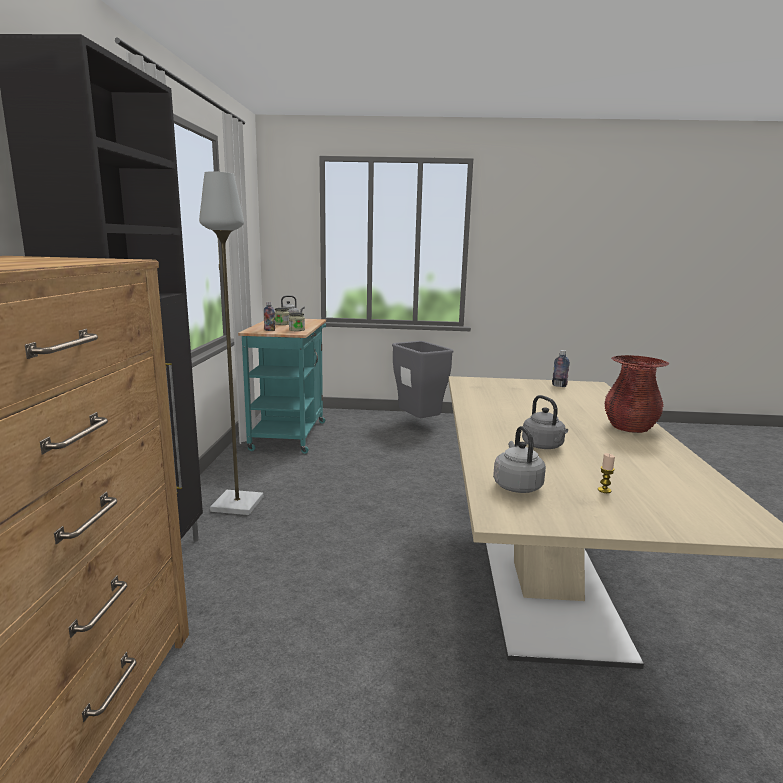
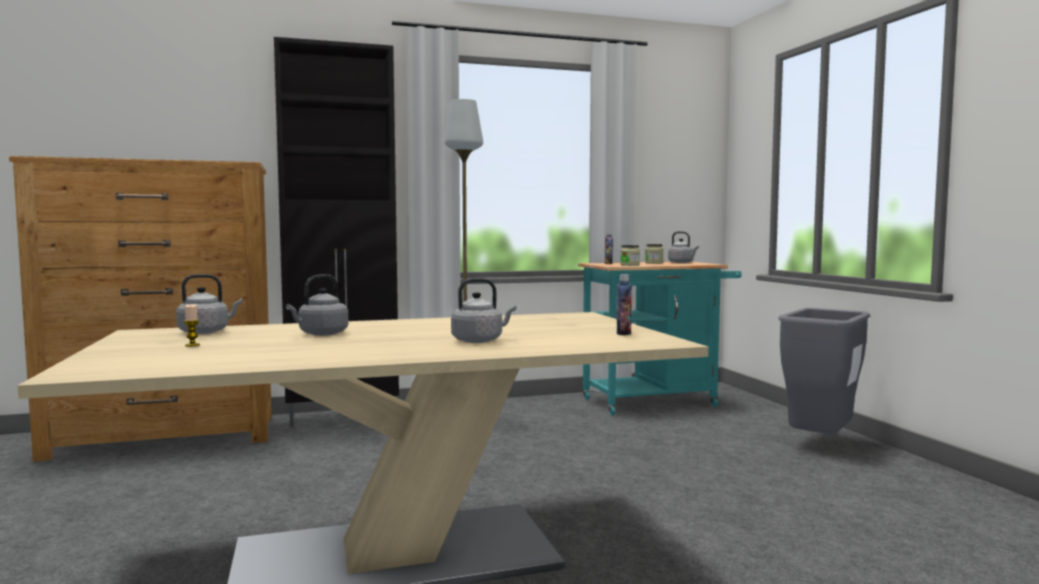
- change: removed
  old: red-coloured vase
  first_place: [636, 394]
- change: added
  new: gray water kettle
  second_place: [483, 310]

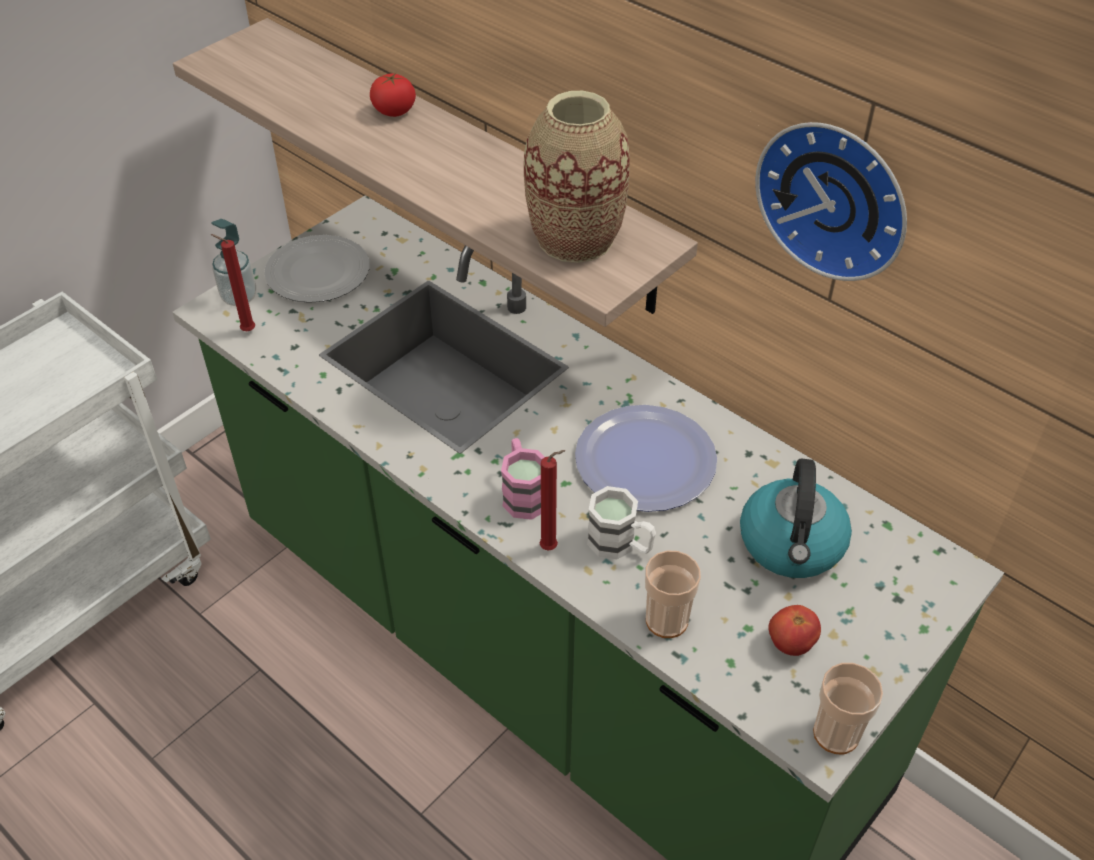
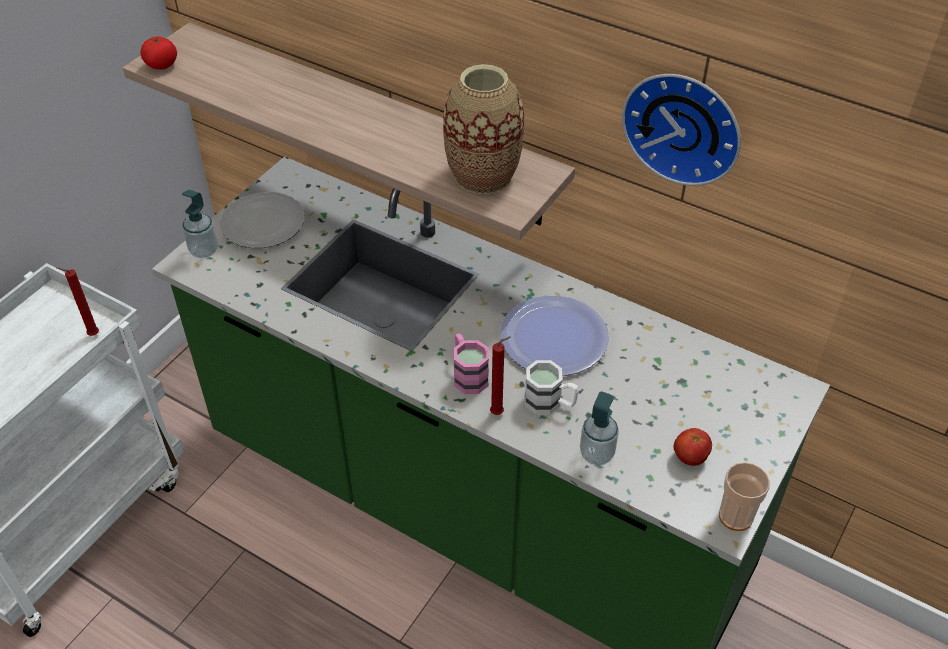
- change: moved
  old: tomato
  first_place: [393, 95]
  second_place: [159, 53]
- change: moved
  old: red-coloured candle
  first_place: [232, 282]
  second_place: [78, 301]
- change: removed
  old: water kettle
  first_place: [796, 518]
- change: replaced
  old: cup
  new: liquid soap bottle
  first_place: [673, 594]
  second_place: [599, 428]

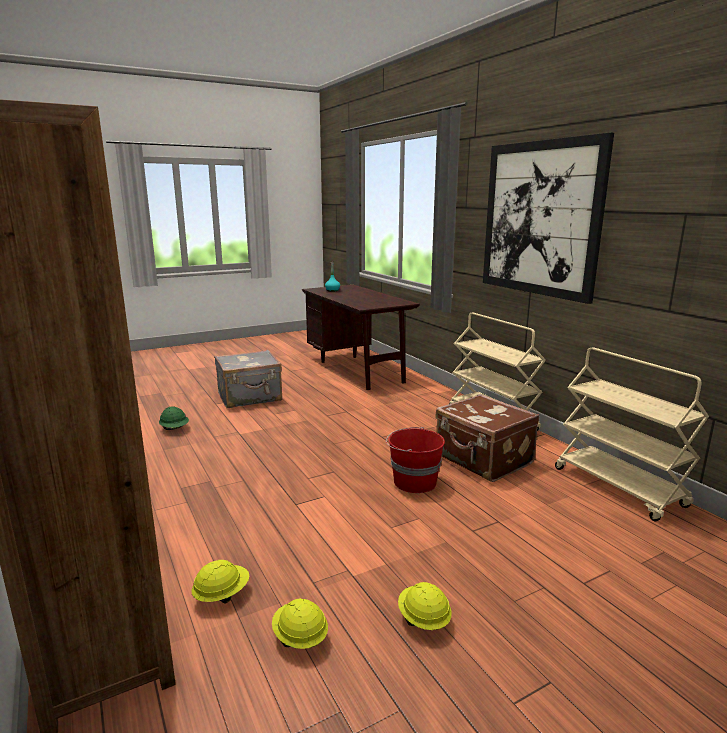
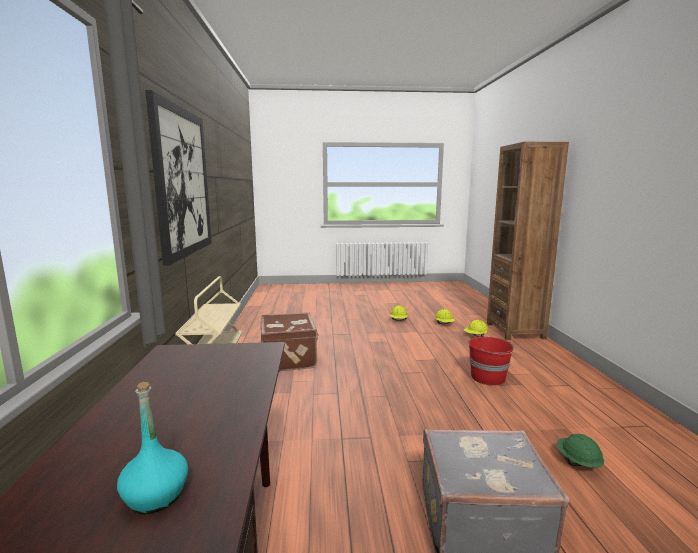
- change: removed
  old: beige trolley
  first_place: [632, 434]
- change: moved
  old: red-coloured water bucket
  first_place: [415, 460]
  second_place: [492, 361]

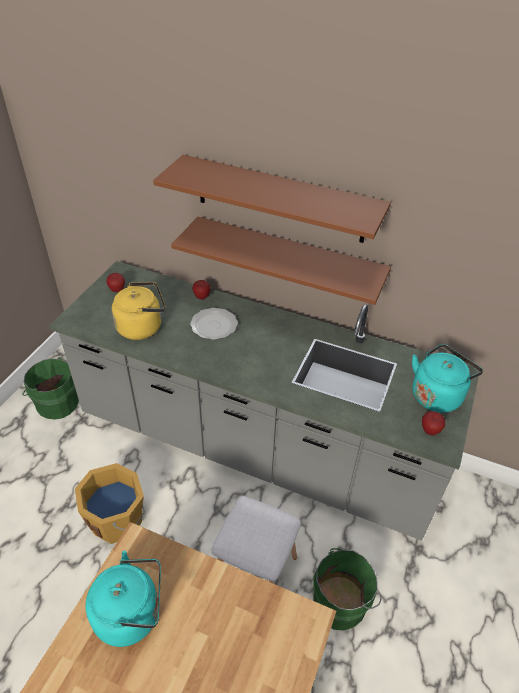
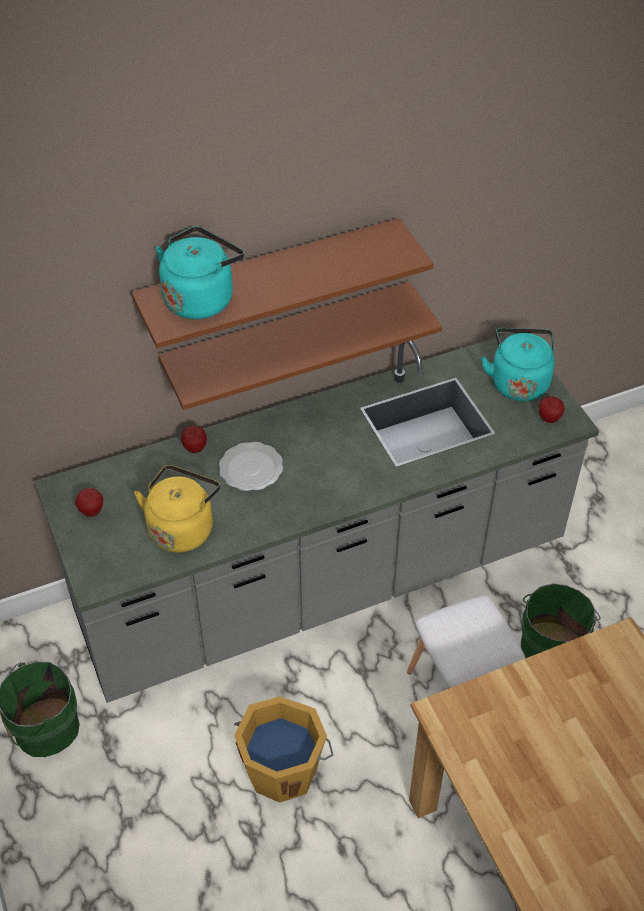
- change: moved
  old: blue-green water kettle
  first_place: [123, 599]
  second_place: [200, 272]

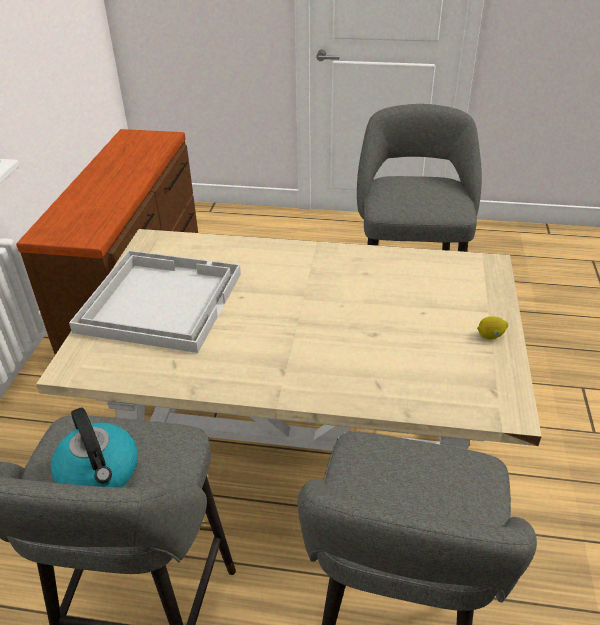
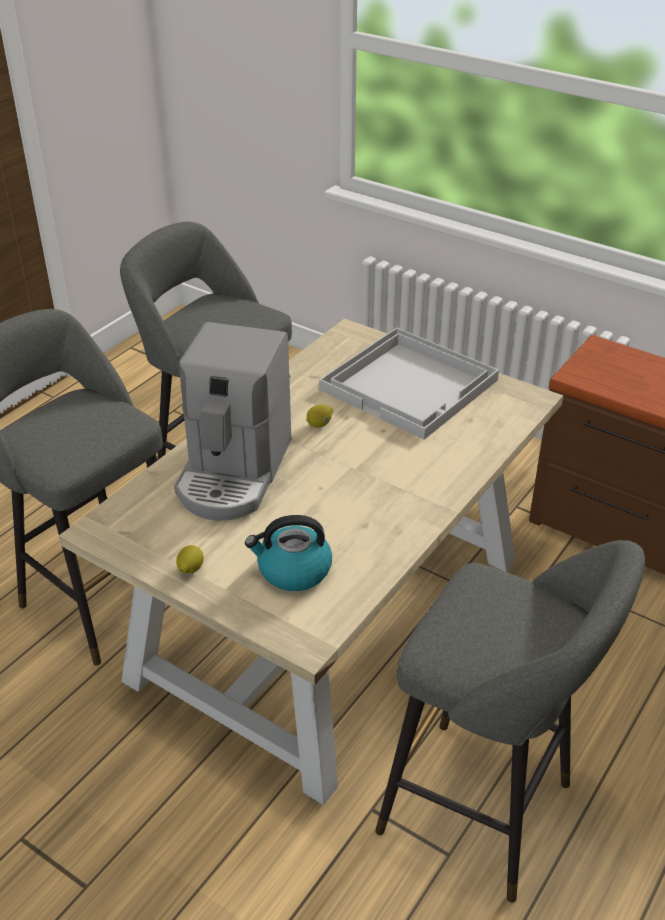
- change: moved
  old: water kettle
  first_place: [94, 447]
  second_place: [288, 553]
- change: added
  new: coffee brewer
  second_place: [232, 421]
- change: added
  new: citrus fruit
  second_place: [319, 416]

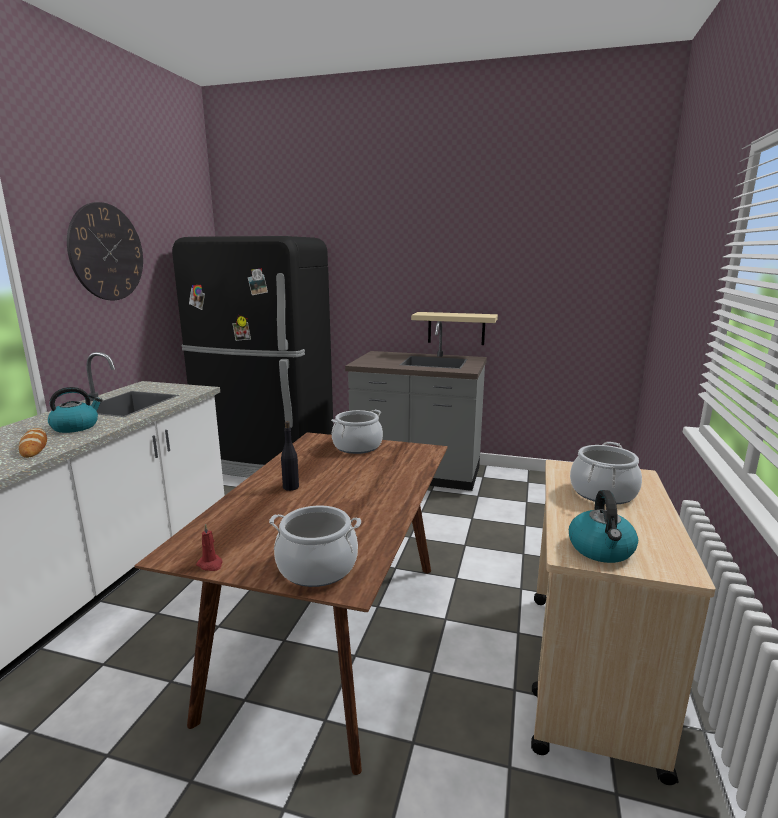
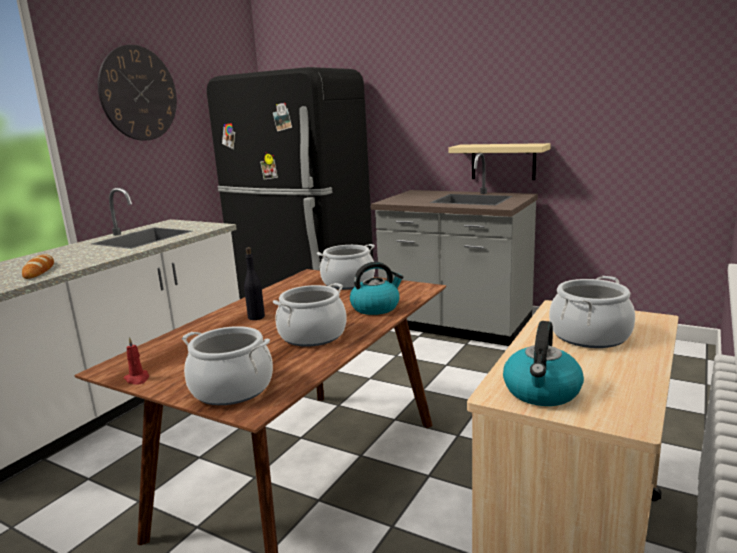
- change: moved
  old: water kettle
  first_place: [75, 410]
  second_place: [377, 288]
- change: added
  new: stockpot
  second_place: [310, 315]

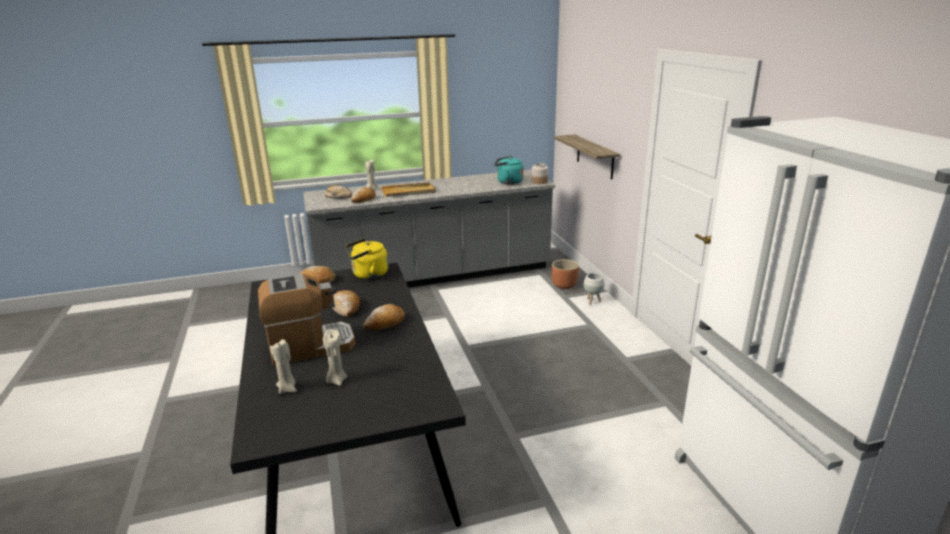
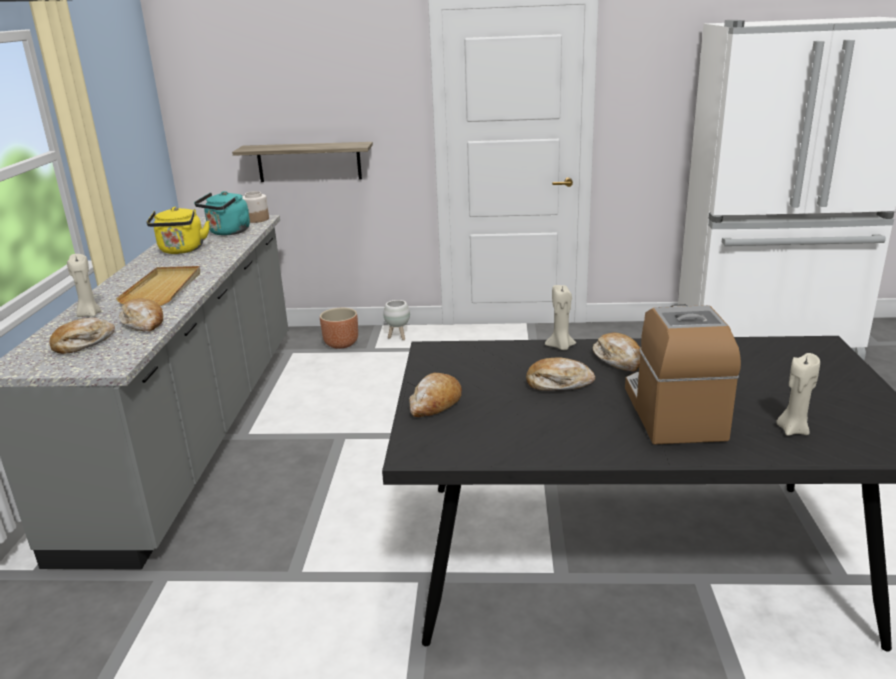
- change: moved
  old: yellow-coloured water kettle
  first_place: [366, 259]
  second_place: [178, 230]
- change: moved
  old: beige candle
  first_place: [335, 357]
  second_place: [560, 317]

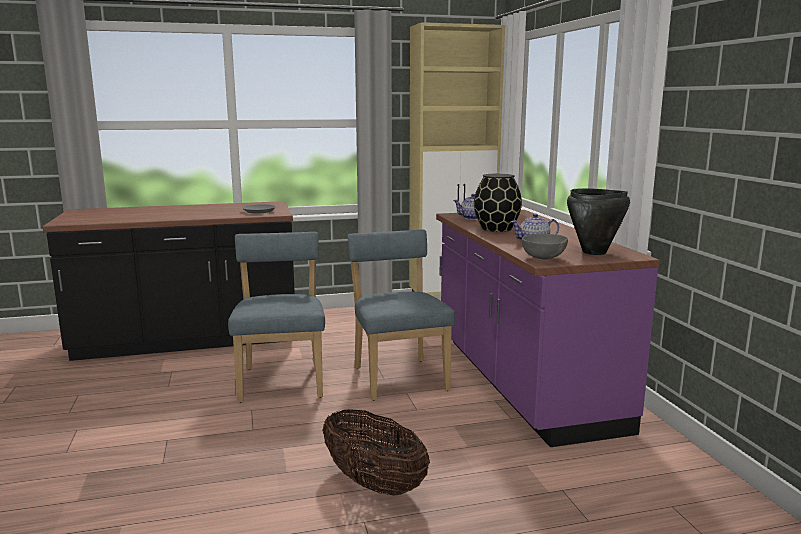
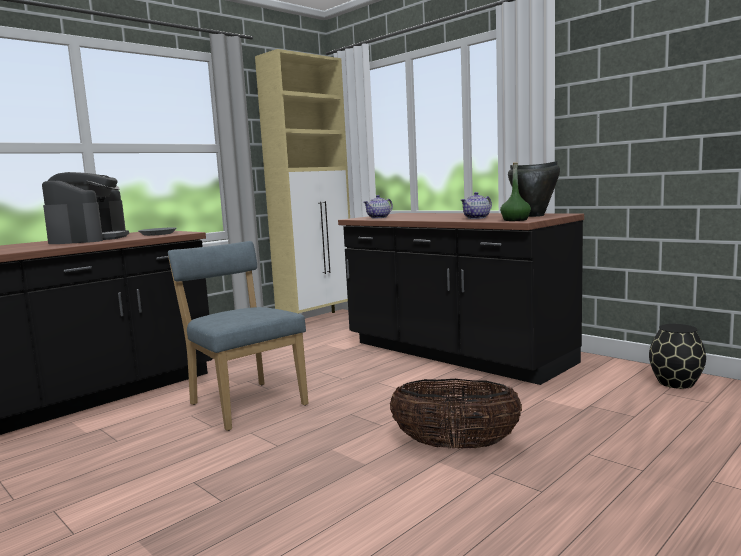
- change: moved
  old: blackish vase
  first_place: [498, 203]
  second_place: [677, 356]
- change: recoloured
  old: purple-coloured kitchen counter
  new: blackish kitchen counter
  first_place: [548, 328]
  second_place: [461, 299]
- change: removed
  old: bluish plain chair
  first_place: [401, 315]
- change: replaced
  old: gray serving bowl
  new: green beverage bottle
  first_place: [545, 246]
  second_place: [515, 191]
- change: added
  new: coffee brewer
  second_place: [85, 208]

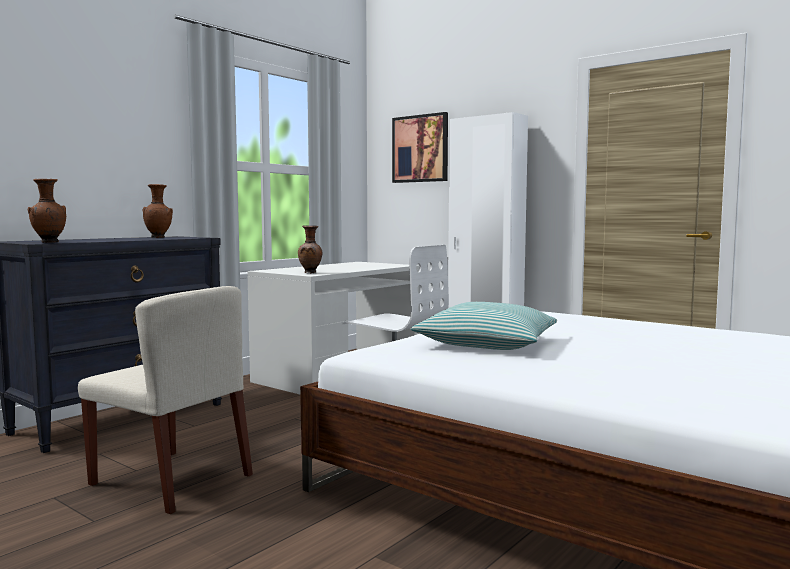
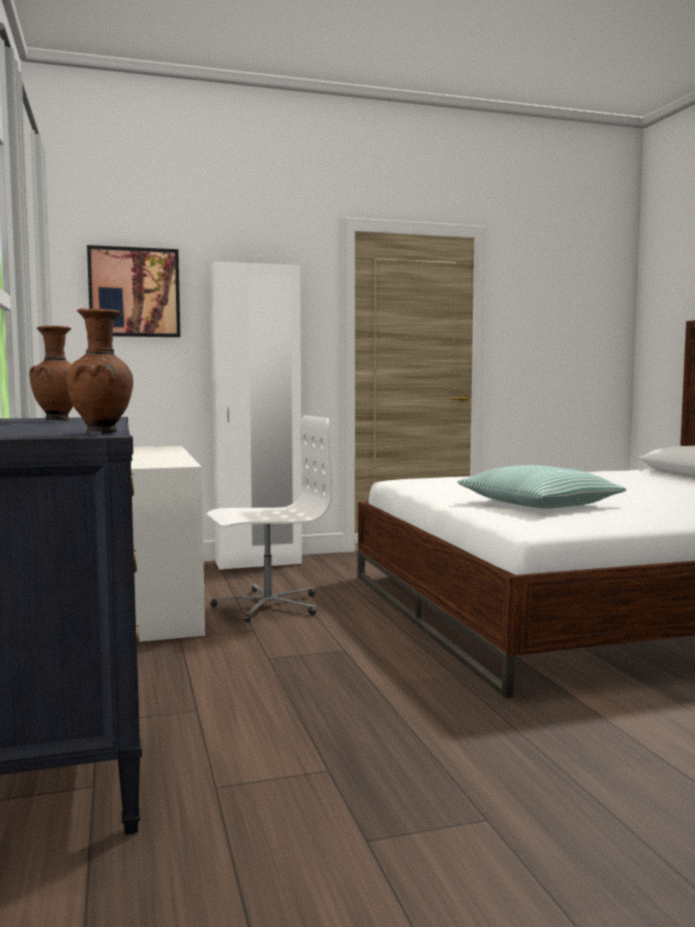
- change: removed
  old: brown vase
  first_place: [310, 249]
- change: removed
  old: beige plain chair
  first_place: [165, 400]

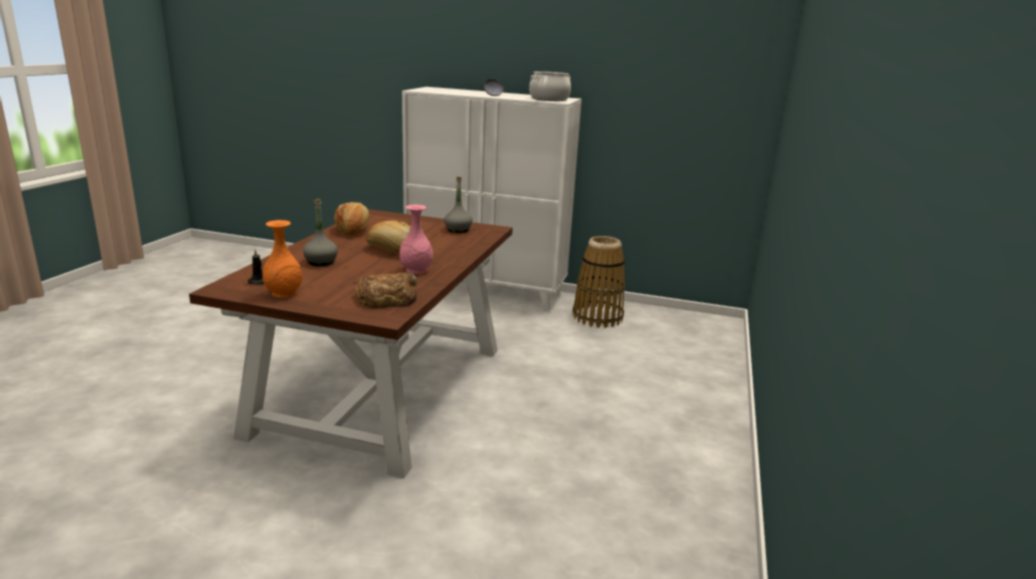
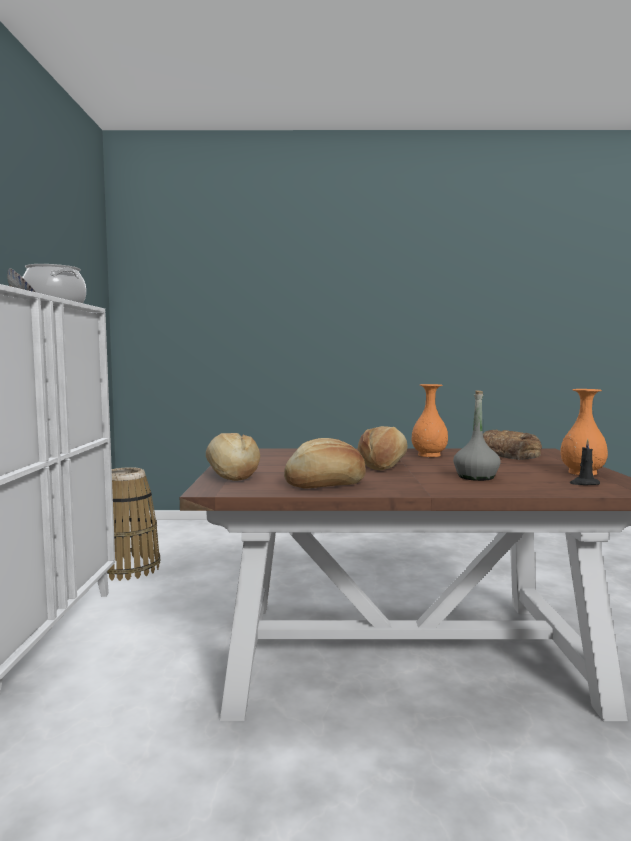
- change: removed
  old: gray beverage bottle
  first_place: [458, 204]
- change: recoloured
  old: pink vase
  new: orangey vase
  first_place: [416, 239]
  second_place: [430, 420]
- change: added
  new: bread
  second_place: [233, 457]

